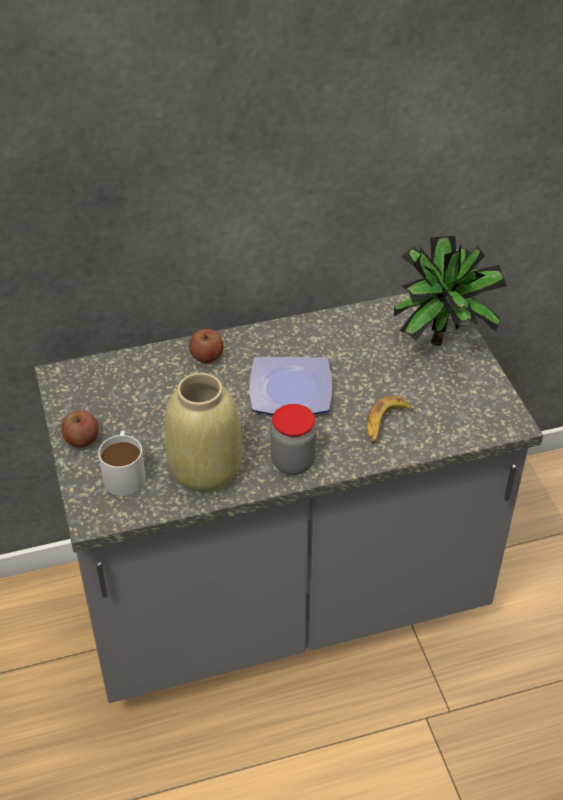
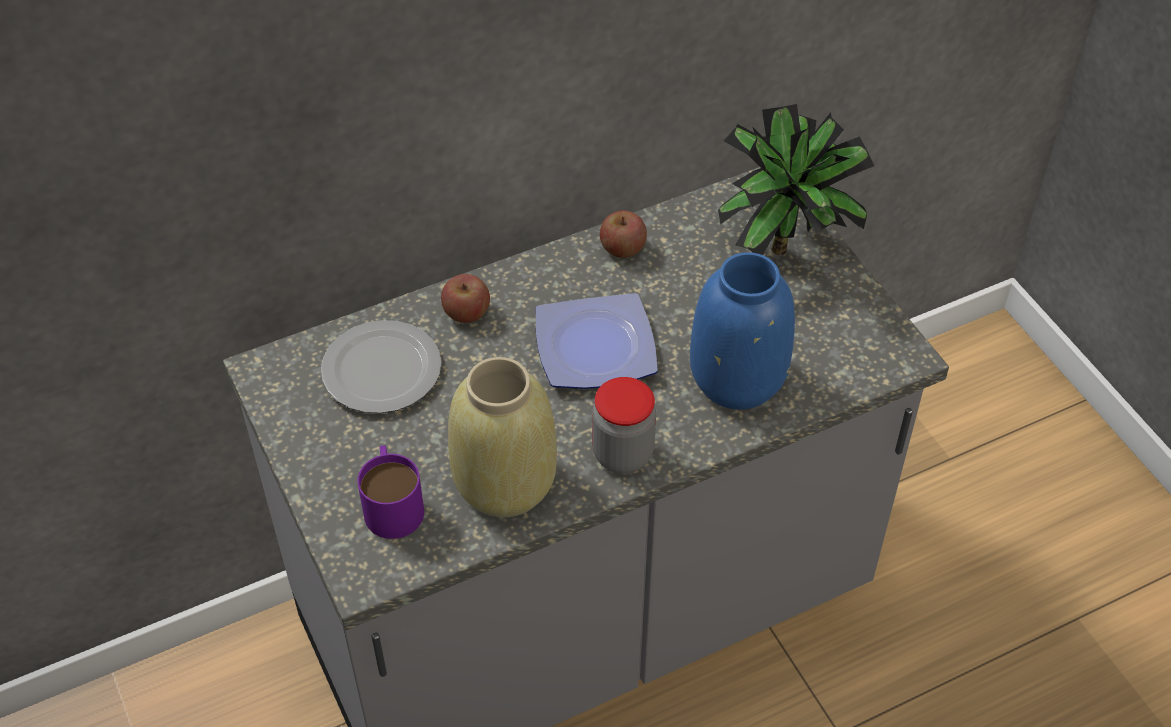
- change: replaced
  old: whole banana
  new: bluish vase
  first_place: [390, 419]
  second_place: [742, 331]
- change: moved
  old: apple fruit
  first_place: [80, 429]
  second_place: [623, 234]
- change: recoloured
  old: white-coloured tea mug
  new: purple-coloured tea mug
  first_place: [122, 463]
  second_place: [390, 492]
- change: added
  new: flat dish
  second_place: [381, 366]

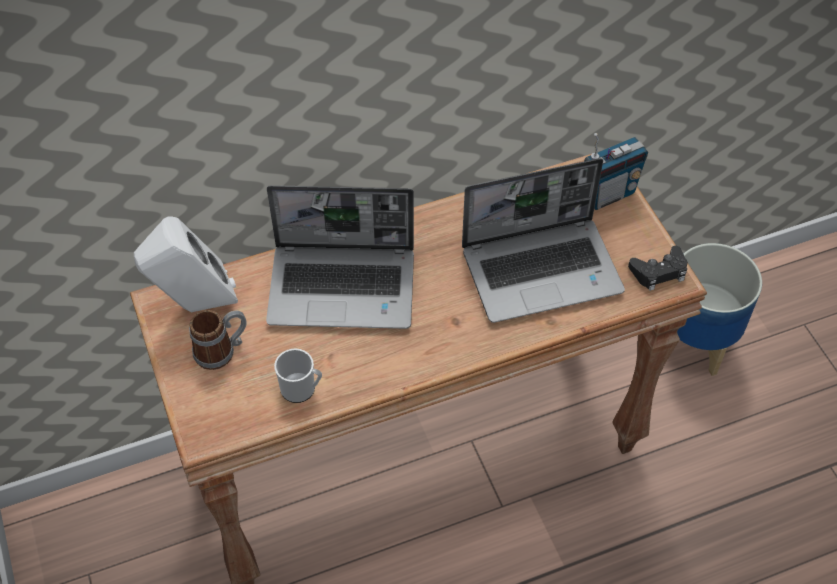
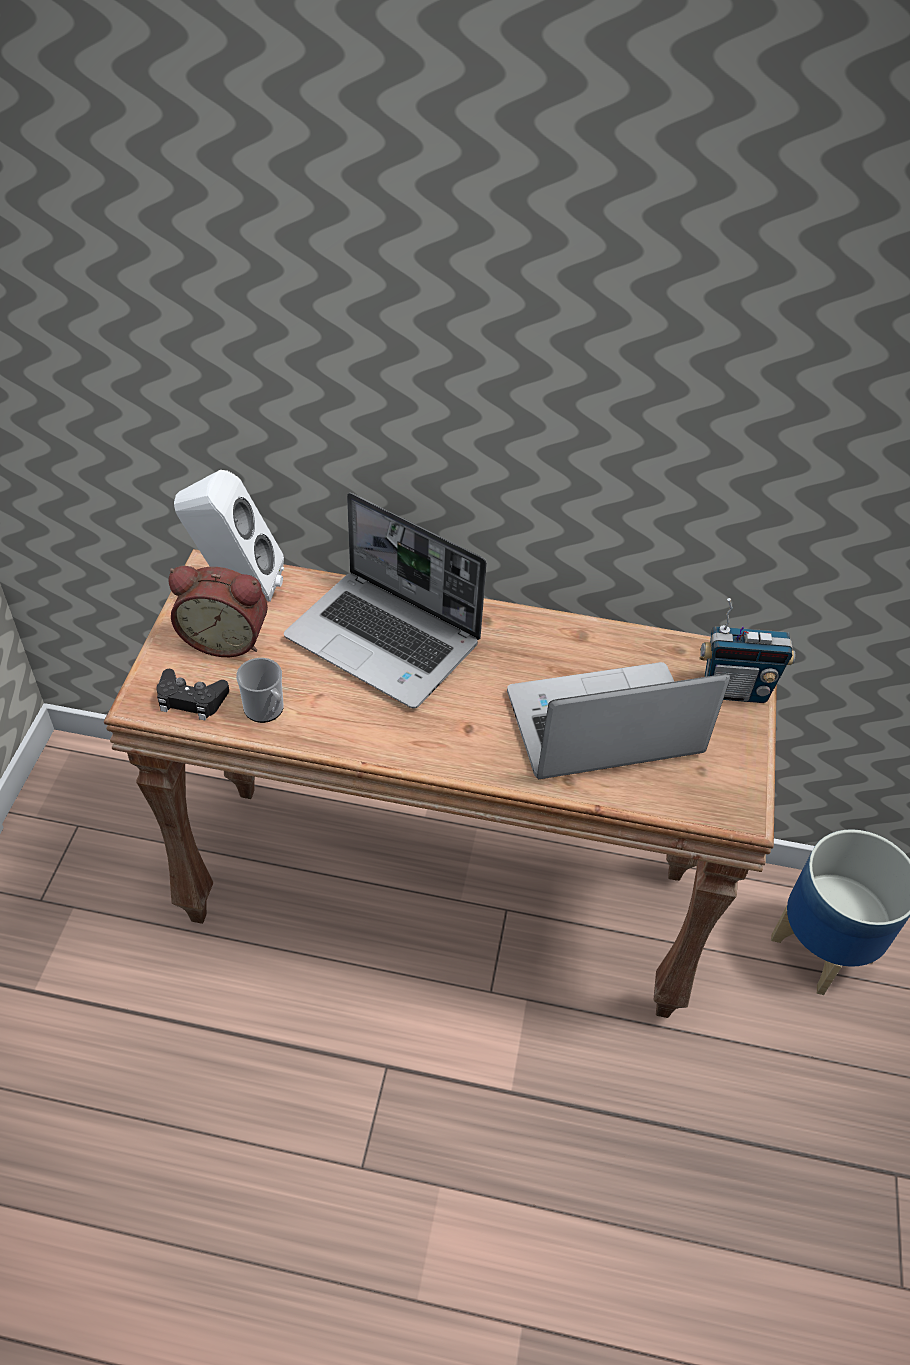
- change: turned
  old: laptop
  first_place: [543, 240]
  second_place: [618, 720]
  degrees: 150
- change: moved
  old: blackish gamepad
  first_place: [657, 268]
  second_place: [192, 695]
- change: replaced
  old: tea mug
  new: table clock
  first_place: [218, 340]
  second_place: [218, 611]

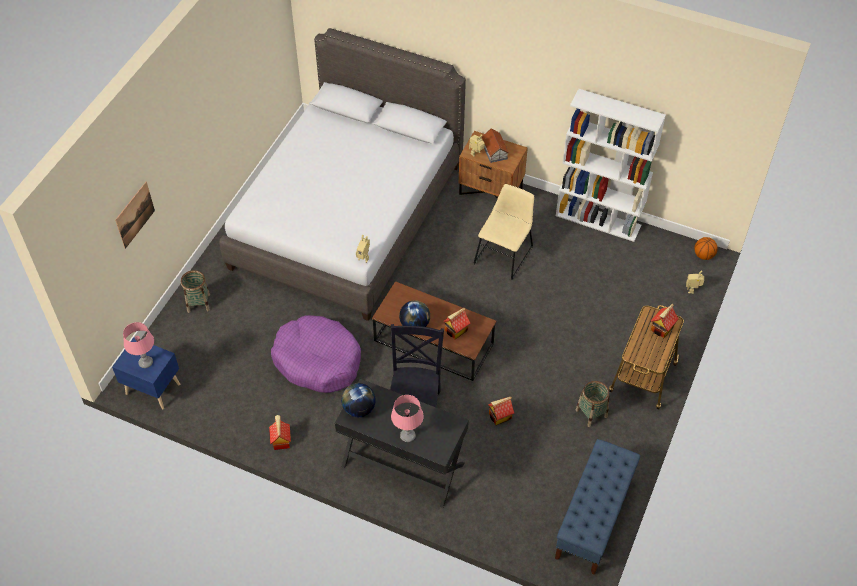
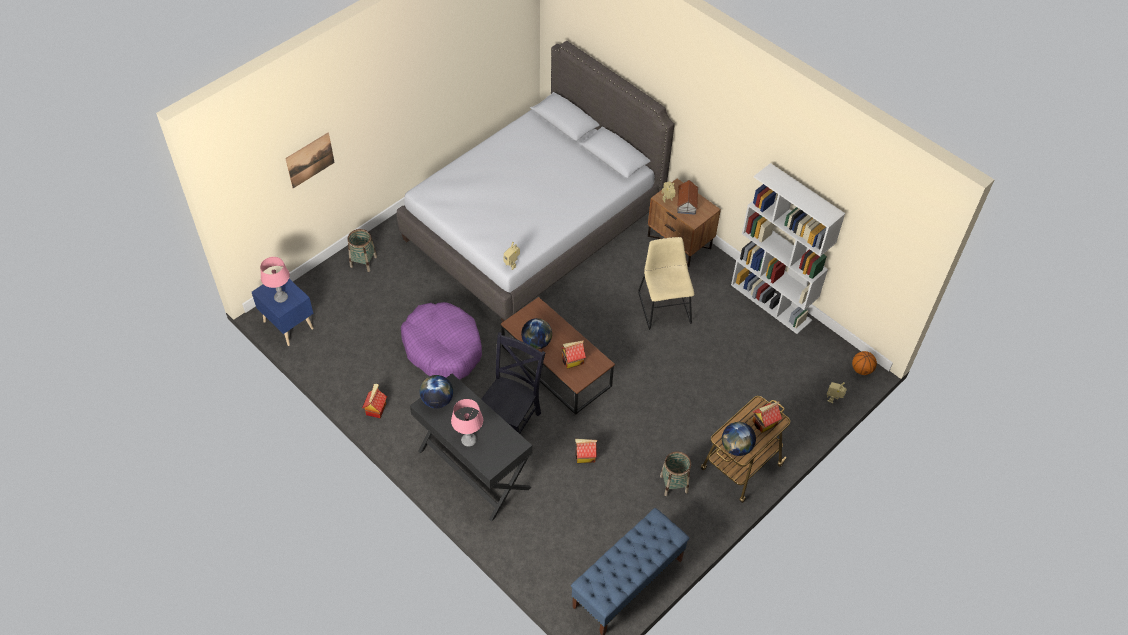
- change: turned
  old: beige plain chair
  first_place: [503, 232]
  second_place: [666, 283]
  degrees: -60
- change: added
  new: world globe
  second_place: [739, 439]

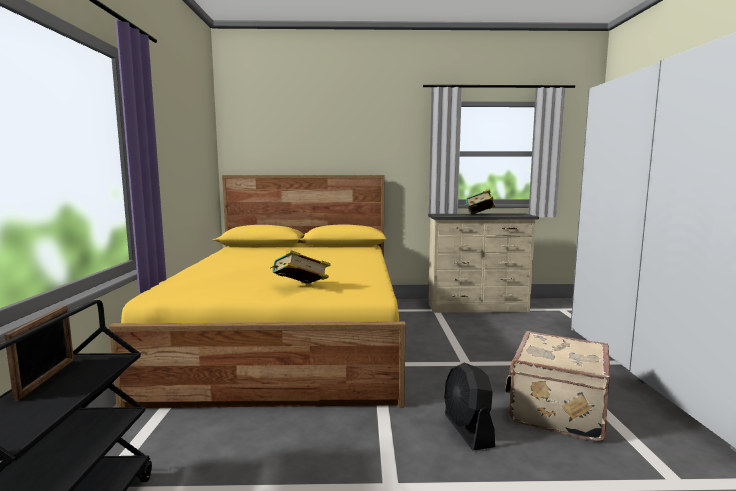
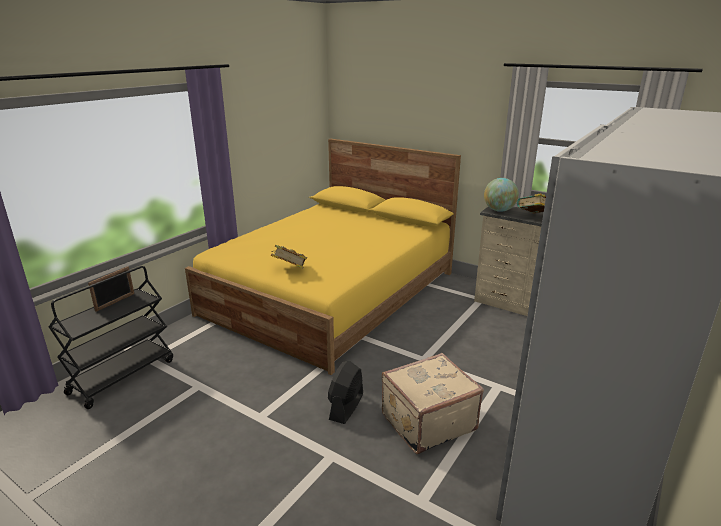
- change: added
  new: world globe
  second_place: [501, 195]

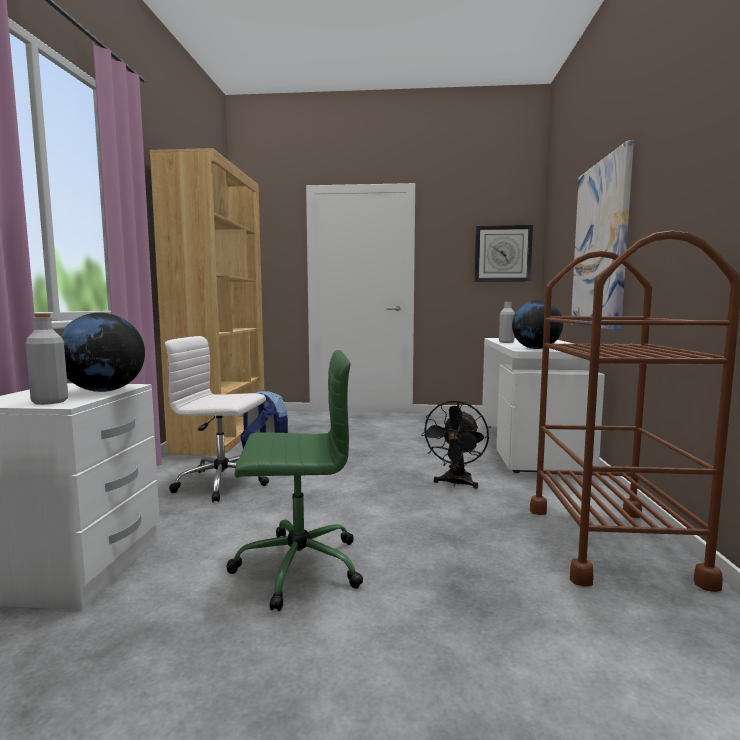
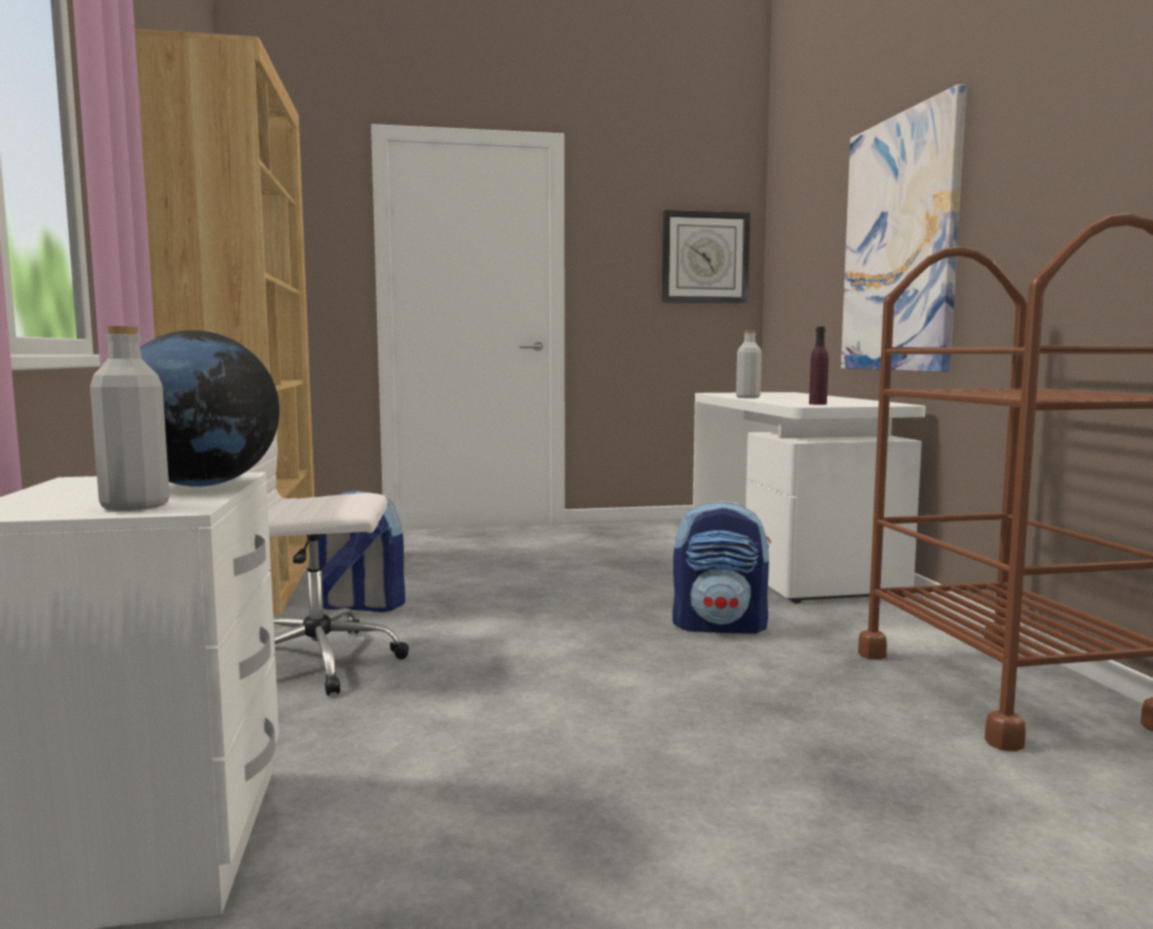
- change: replaced
  old: world globe
  new: purple-coloured beverage bottle
  first_place: [537, 324]
  second_place: [818, 366]
- change: removed
  old: green desk chair
  first_place: [294, 480]
- change: replaced
  old: blackish electric fan
  new: backpack
  first_place: [455, 444]
  second_place: [721, 567]

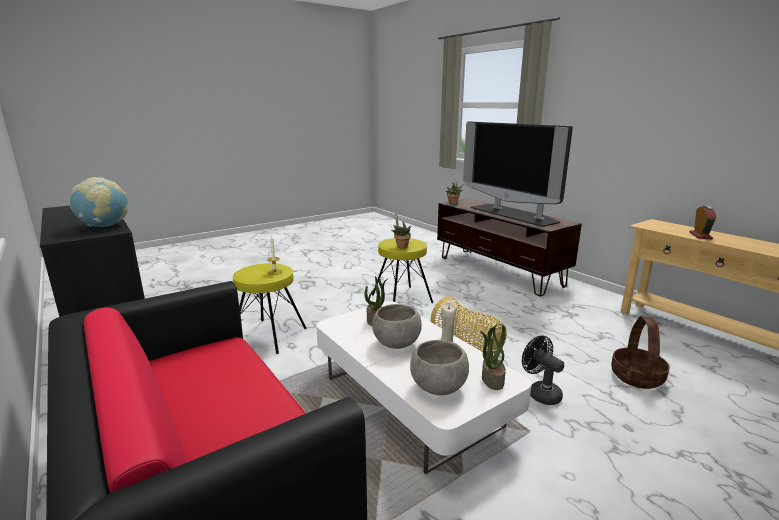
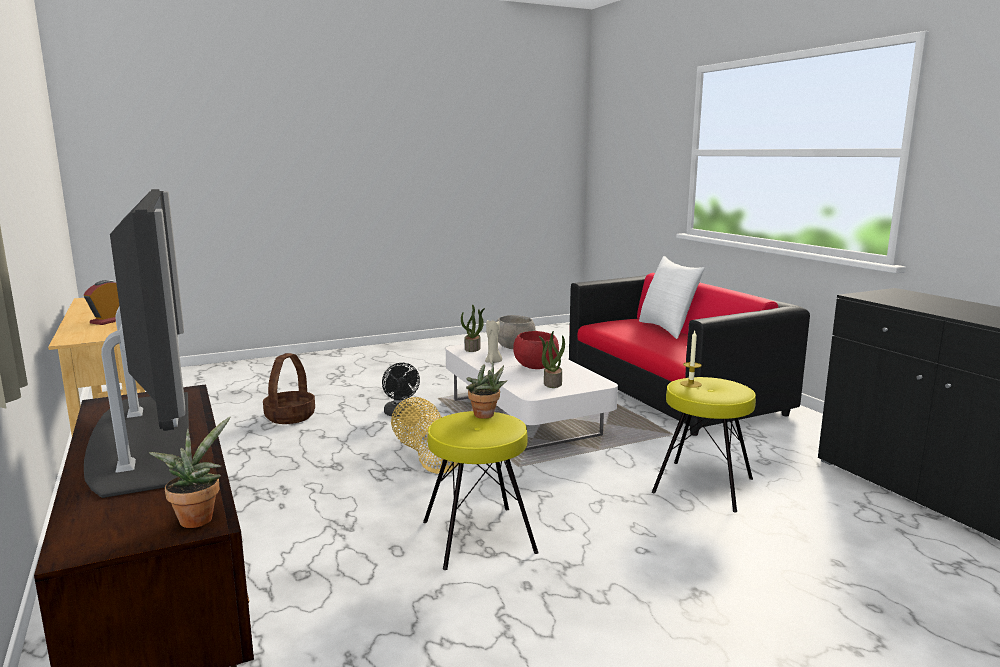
- change: removed
  old: world globe
  first_place: [99, 202]
- change: recoloured
  old: gray serving bowl
  new: red-coloured serving bowl
  first_place: [397, 326]
  second_place: [536, 350]
- change: added
  new: white-coloured pillow
  second_place: [672, 297]

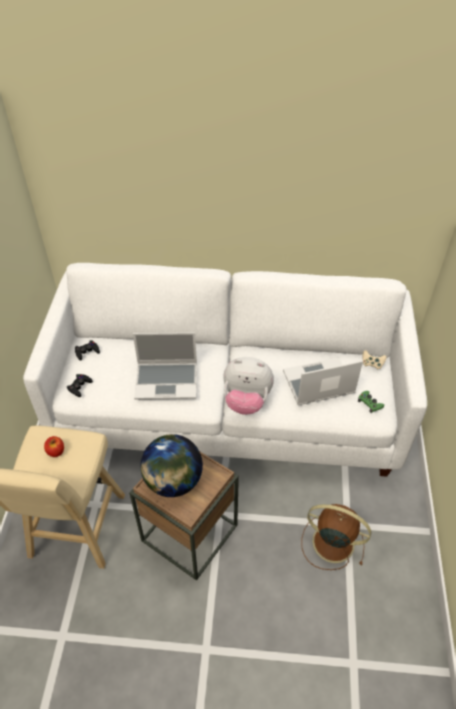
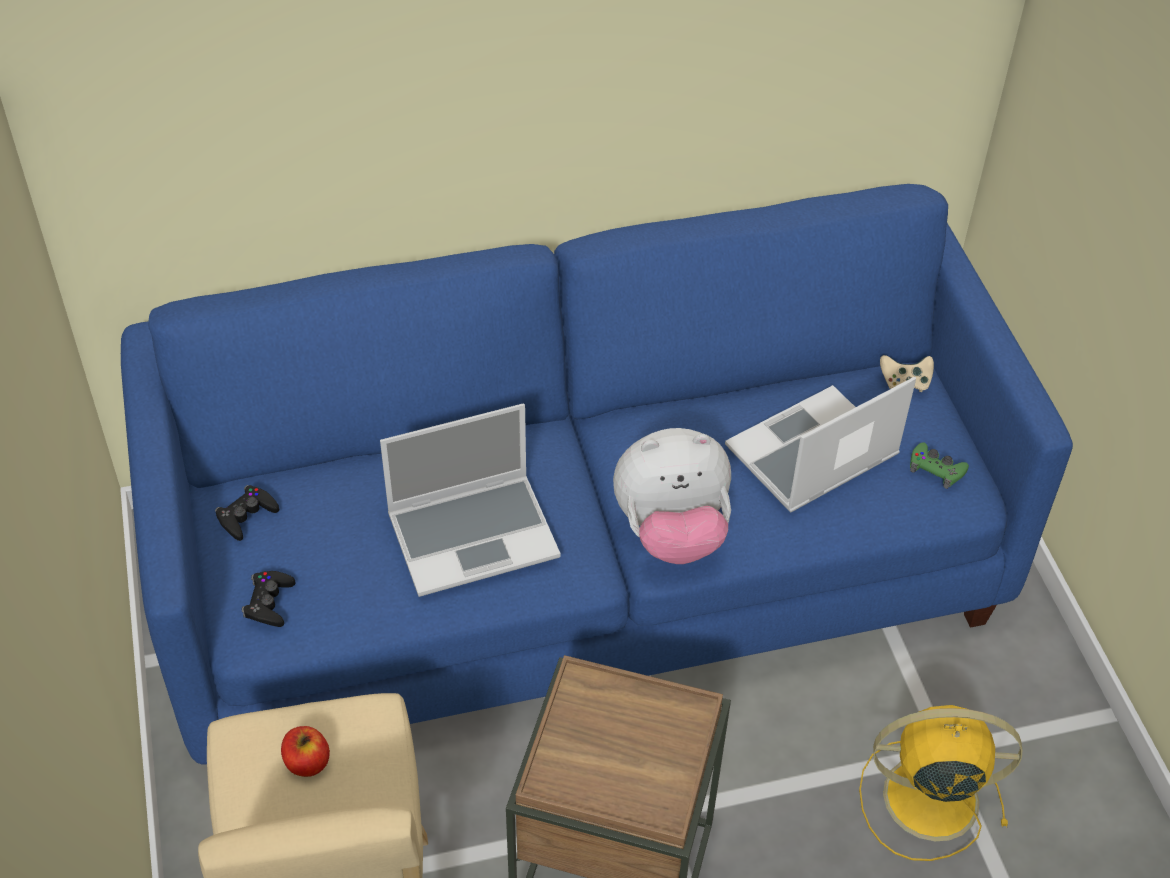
- change: recoloured
  old: white-coloured sofa
  new: bluish sofa
  first_place: [225, 370]
  second_place: [597, 474]
- change: removed
  old: world globe
  first_place: [172, 465]
- change: recoloured
  old: brown electric fan
  new: yellow-coloured electric fan
  first_place: [336, 537]
  second_place: [940, 783]

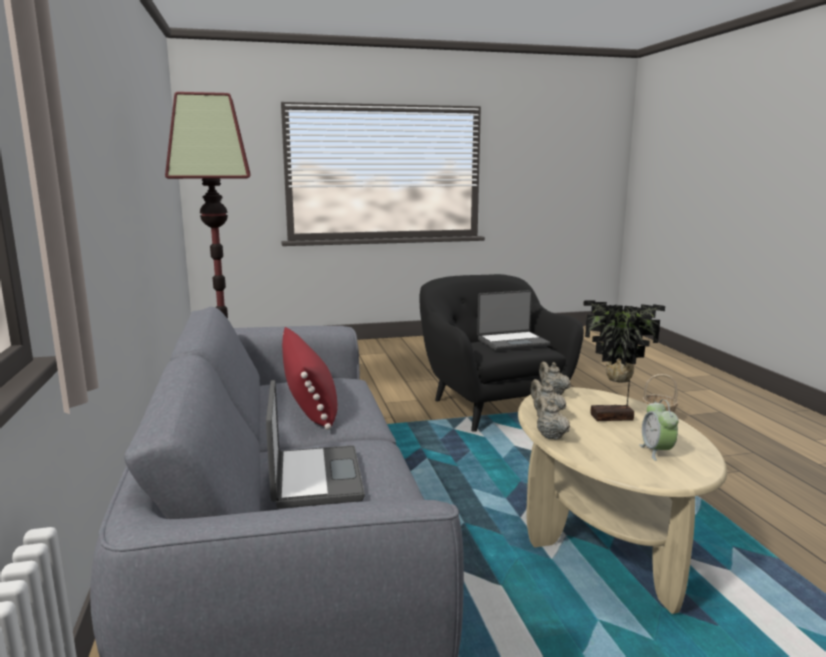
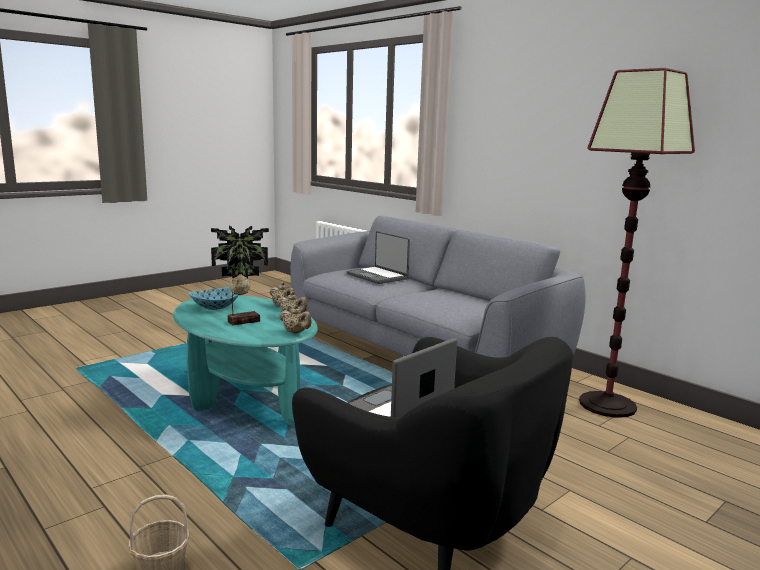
- change: removed
  old: red-coloured pillow
  first_place: [310, 378]
- change: recoloured
  old: beige coffee table
  new: blue-green coffee table
  first_place: [622, 500]
  second_place: [245, 361]
- change: replaced
  old: table clock
  new: serving bowl
  first_place: [659, 430]
  second_place: [213, 298]

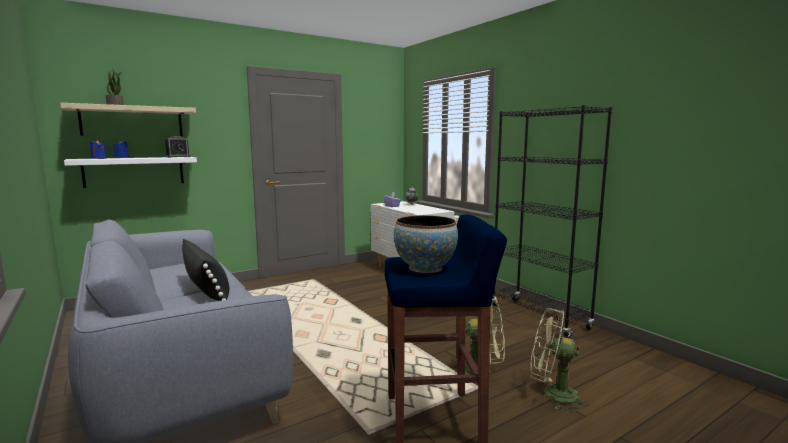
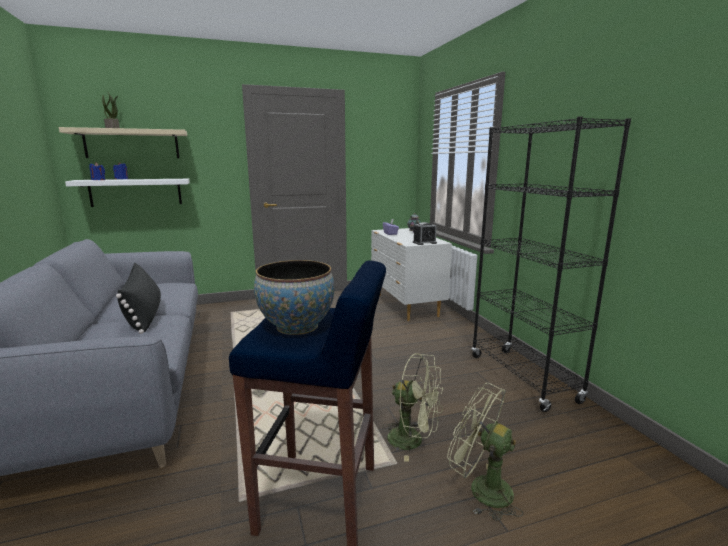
- change: moved
  old: table clock
  first_place: [177, 147]
  second_place: [425, 233]

